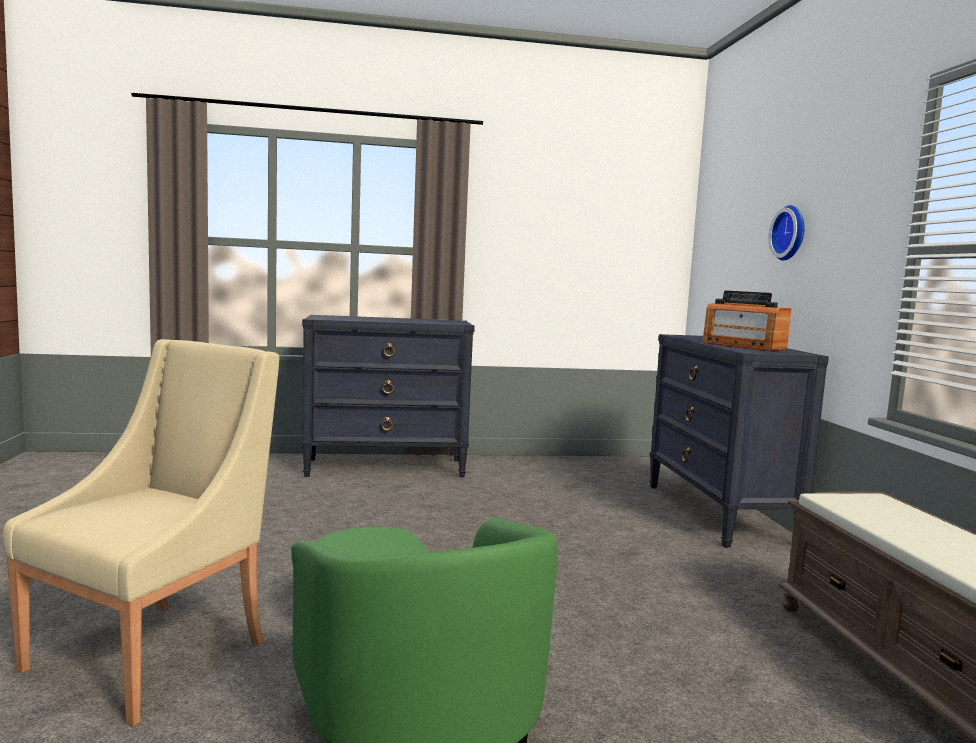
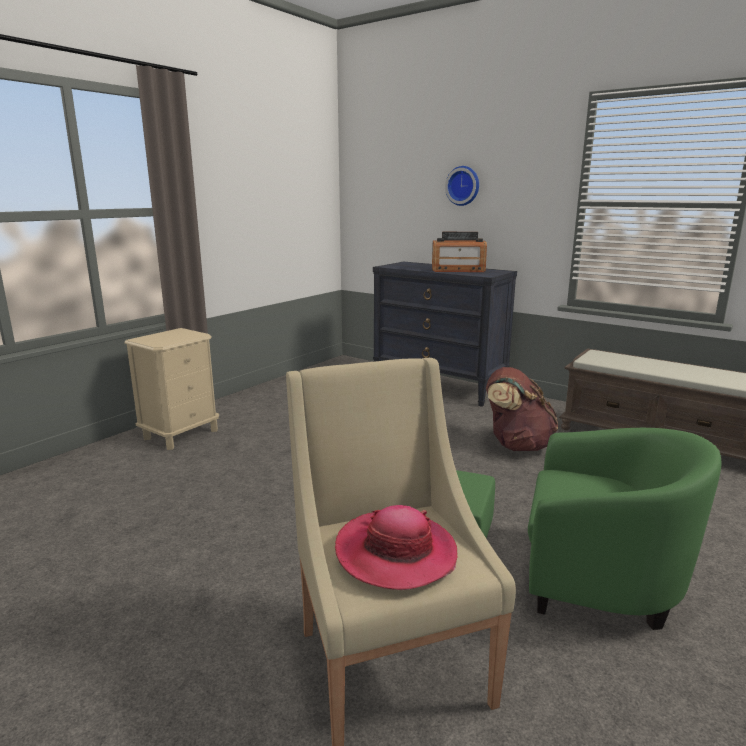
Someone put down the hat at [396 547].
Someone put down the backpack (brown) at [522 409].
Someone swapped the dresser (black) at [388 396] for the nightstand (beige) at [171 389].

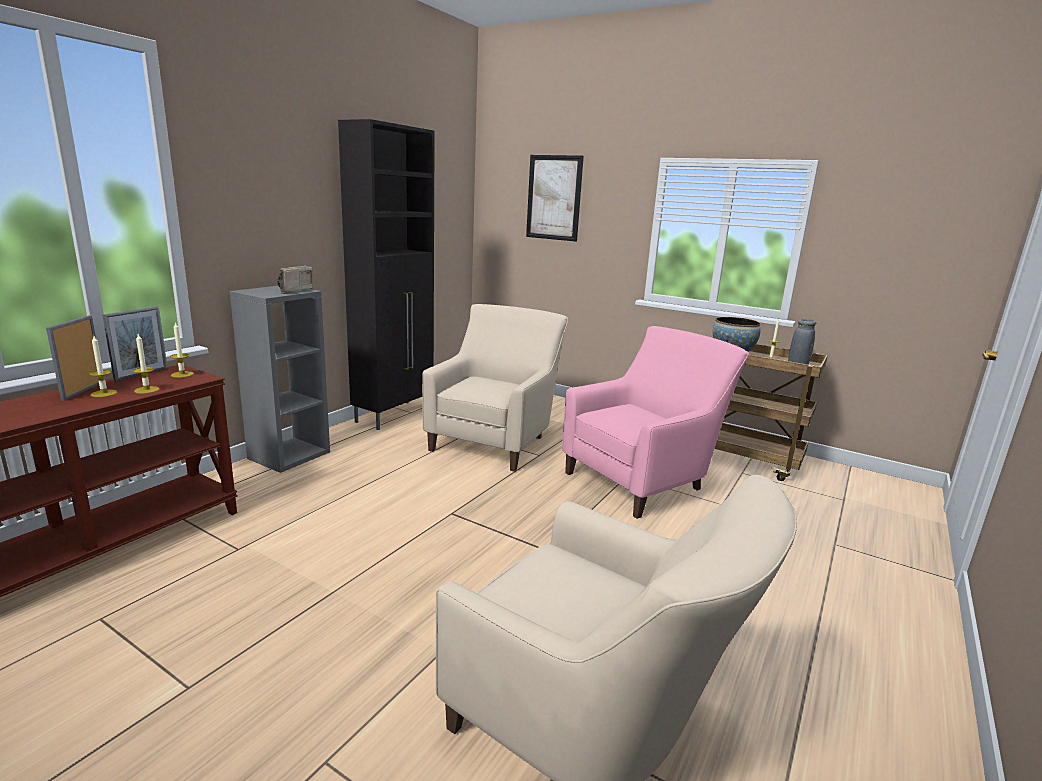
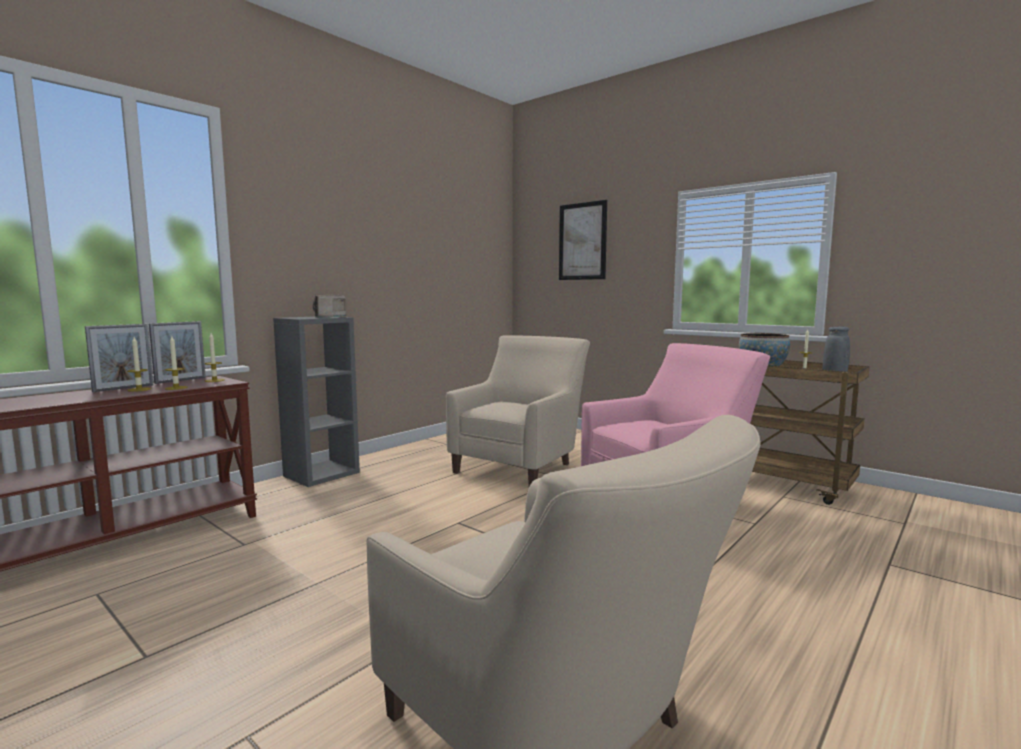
Someone took away the cabinet (black) at [386 274].
Someone rotated the picture frame at [72 358] by 150 degrees counterclockwise.

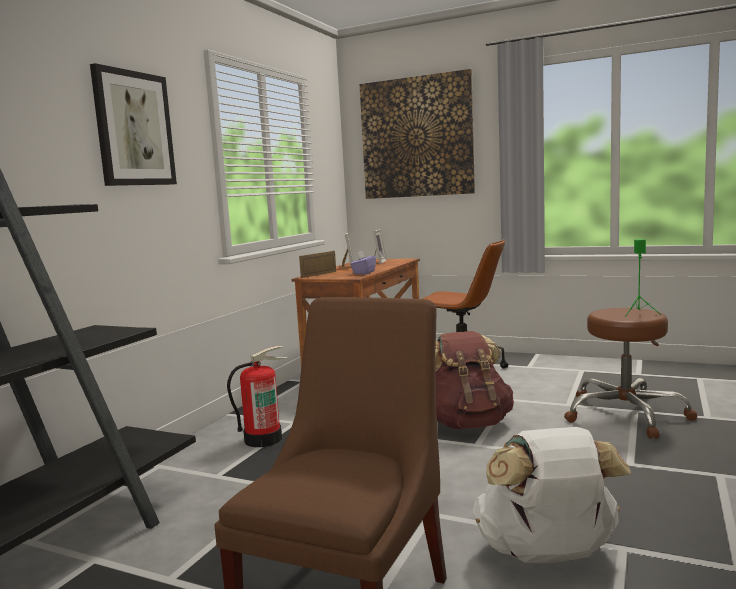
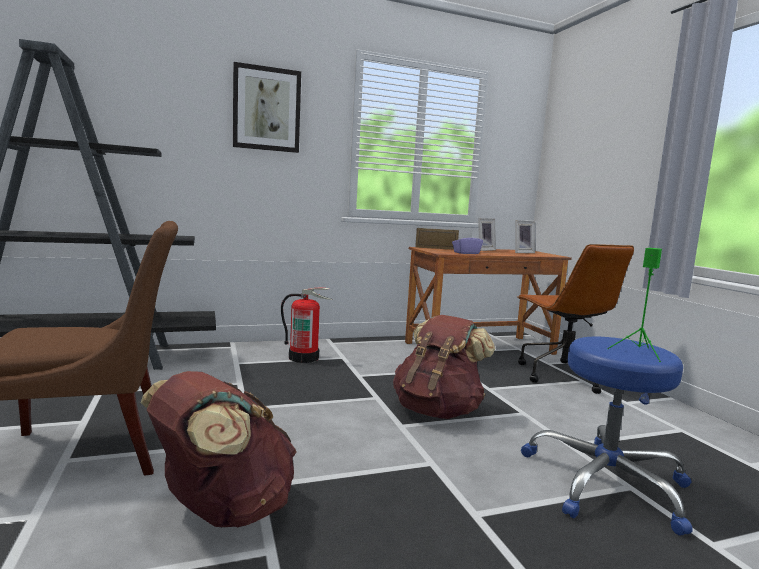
Someone took away the picture at [417 134].
Someone repainted the backpack (white) at [552 495], which became the backpack (brown) at [219 449].
Someone repainted the stool (brown) at [630 373], which became the stool (blue) at [607 436].

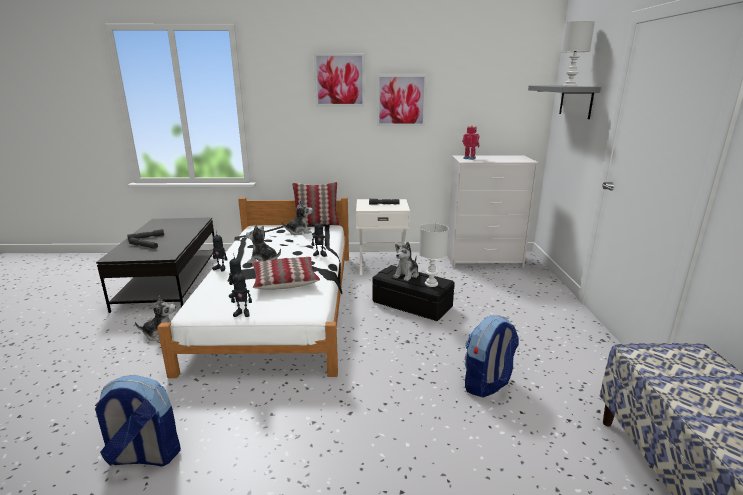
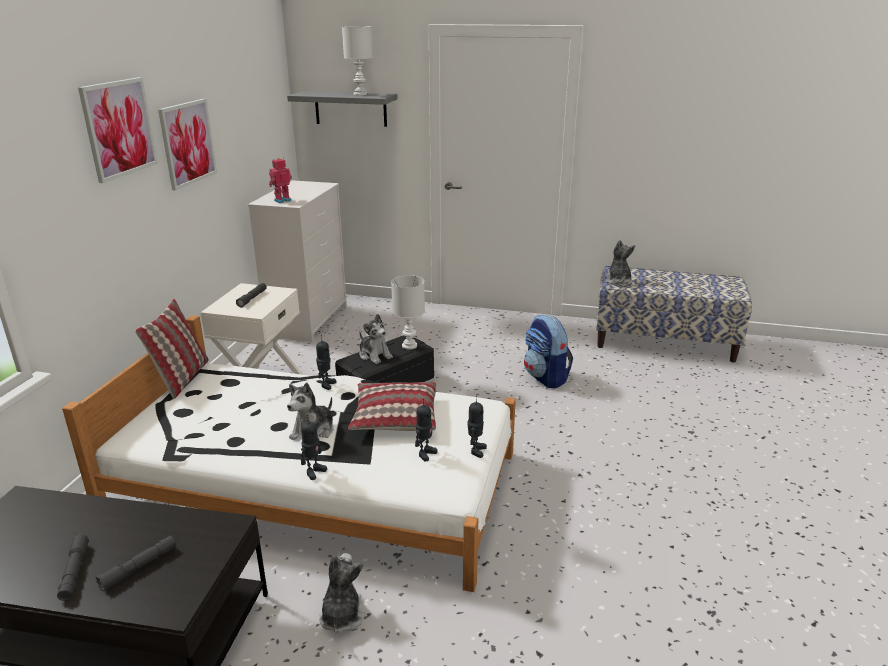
Someone took away the backpack at [138 420].
Someone carried the plush toy from [297 217] to [620 262].

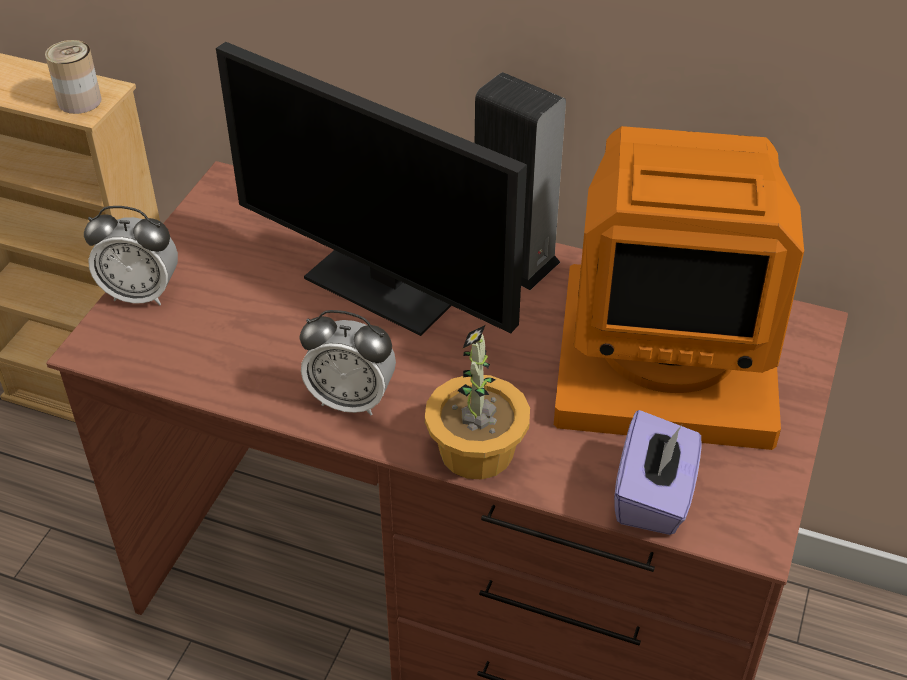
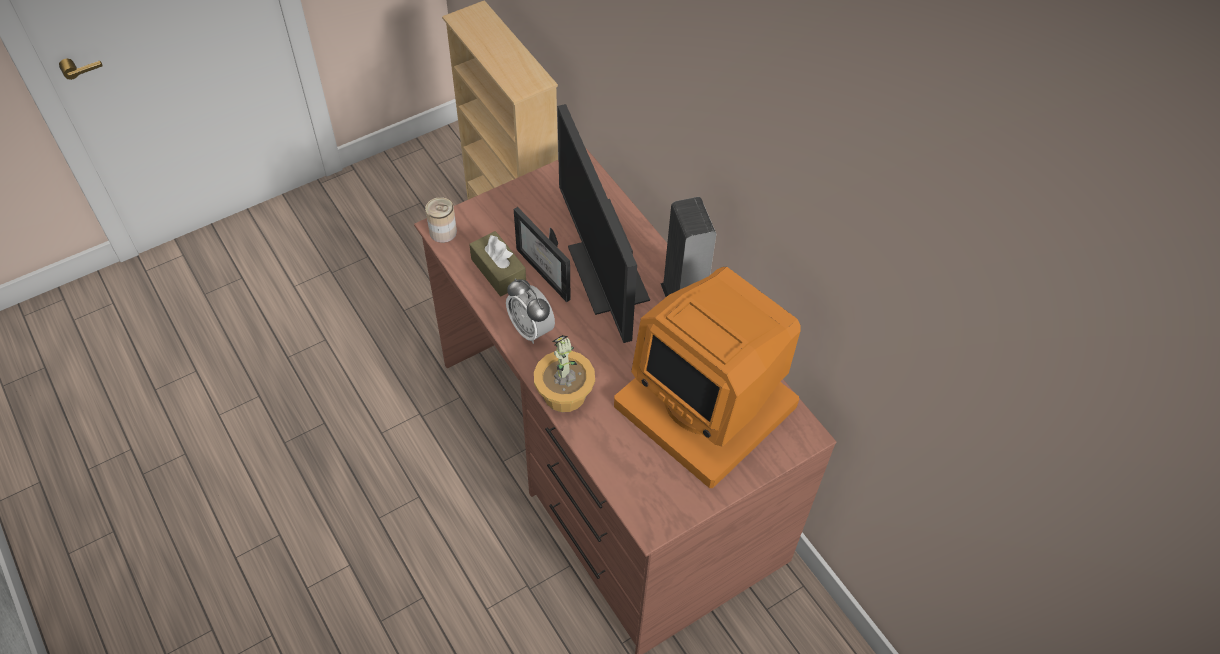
Someone took away the alarm clock at [131 255].
Someone took away the tissue box (purple) at [658 472].
Someone put down the tissue box (brown) at [497 263].
Someone put down the picture frame at [542 254].
Someone carried the can from [73 77] to [441 220].

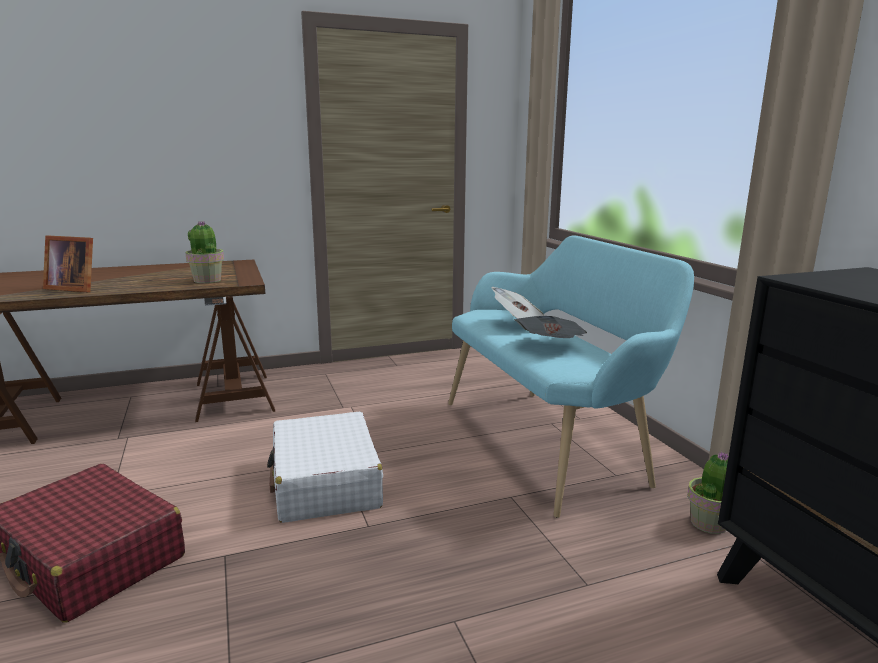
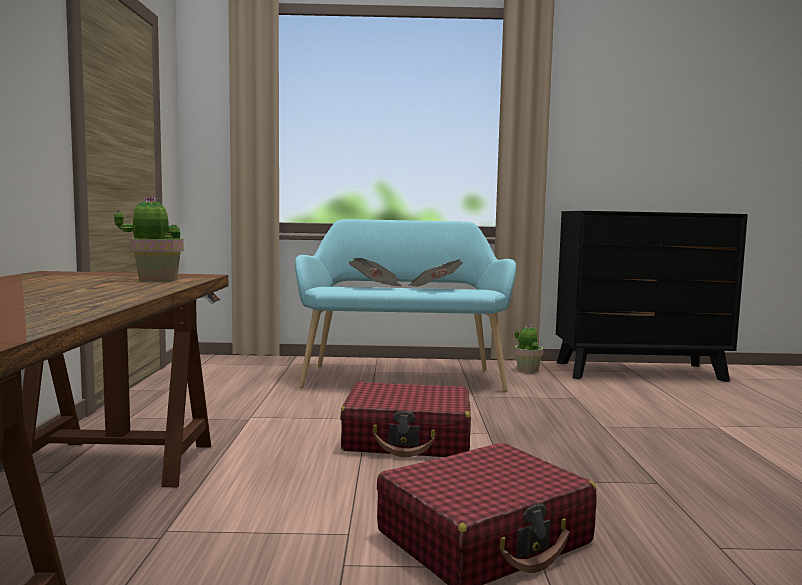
Someone took away the picture frame at [68 264].
Someone repainted the suitcase (white) at [325 467], which became the suitcase (red) at [405 419].

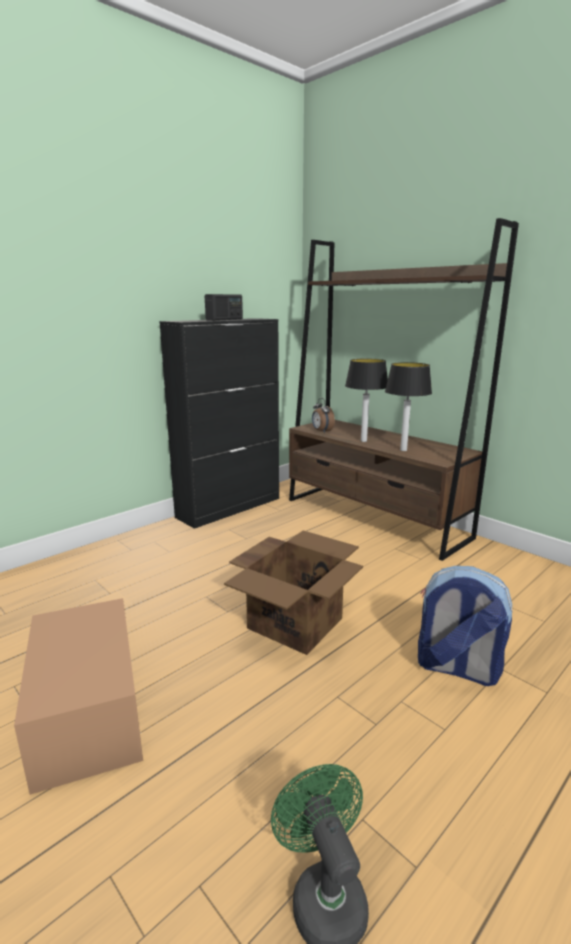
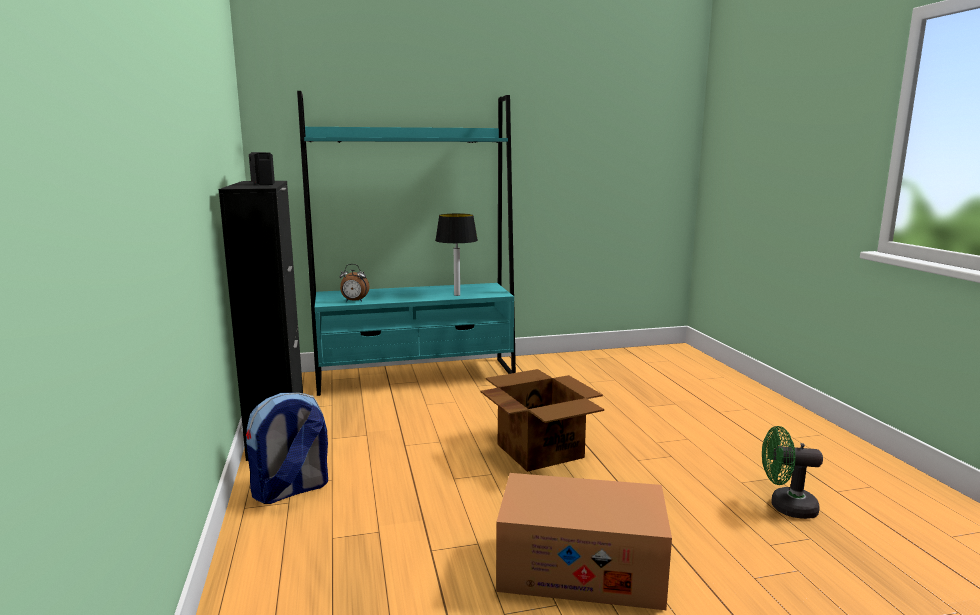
Someone took away the table lamp at [366 400].
Someone carried the backpack from [465 626] to [287 448].
Someone repainted the bookcase (brown) at [404 389], which became the bookcase (turquoise) at [406 243].

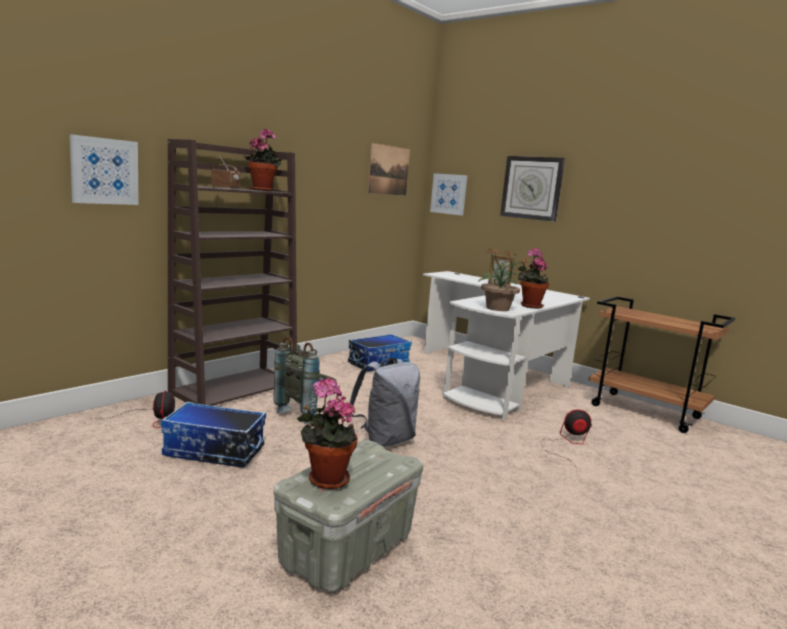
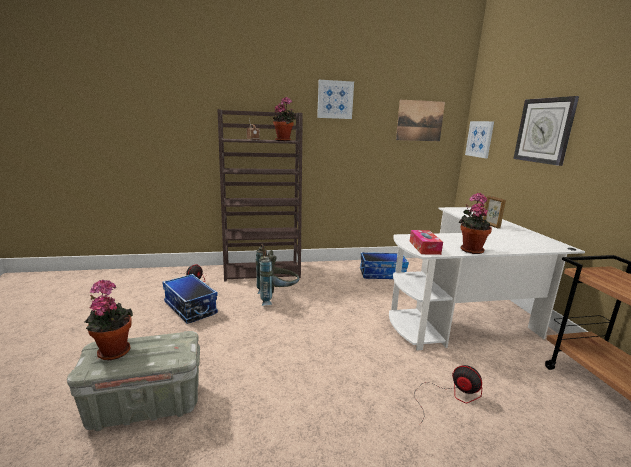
Someone took away the backpack (grey) at [385 402].
Someone carried the picture from [104 169] to [335 99].
Someone swapped the potted plant at [503 279] for the tissue box at [426 242].

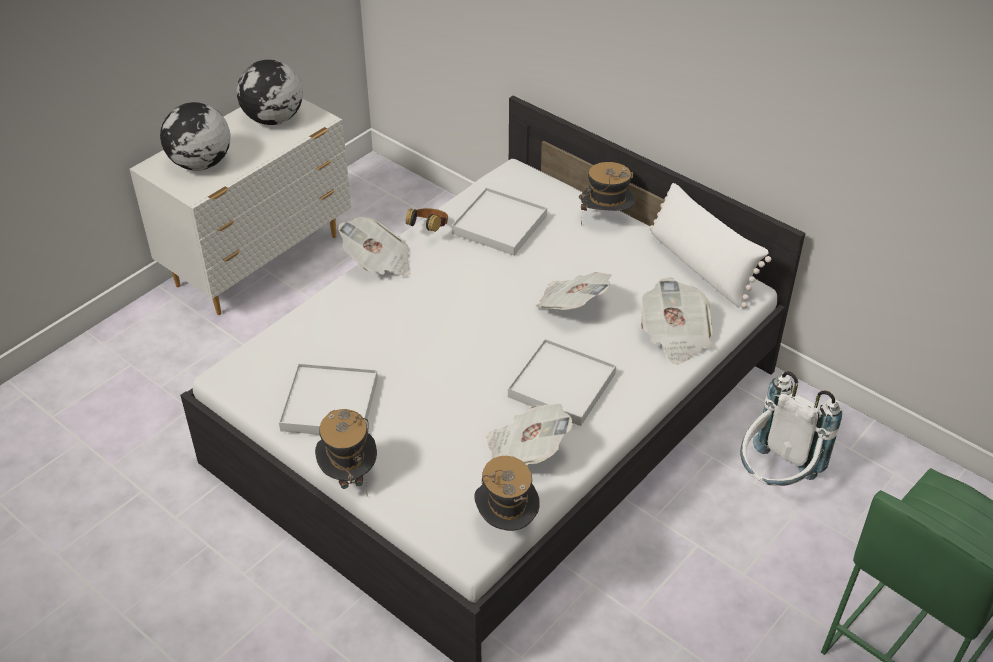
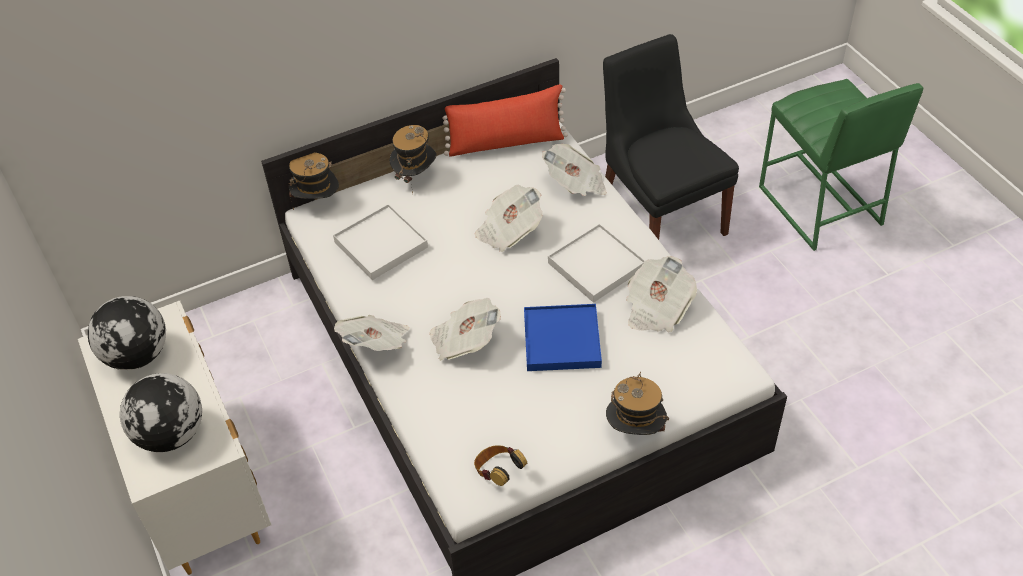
Someone took away the tray (white) at [328 399].
Someone put down the newspaper at [465 329].
Someone put down the tray (blue) at [563 337].
Someone carried the headphones from [427 220] to [500 465].
Someone carried the hat from [507 493] to [314 181].
Someone swapped the backpack (white) at [791 428] for the chair (black) at [671 137].
Someone repainted the pillow (white) at [710 246], which became the pillow (red) at [505 120].

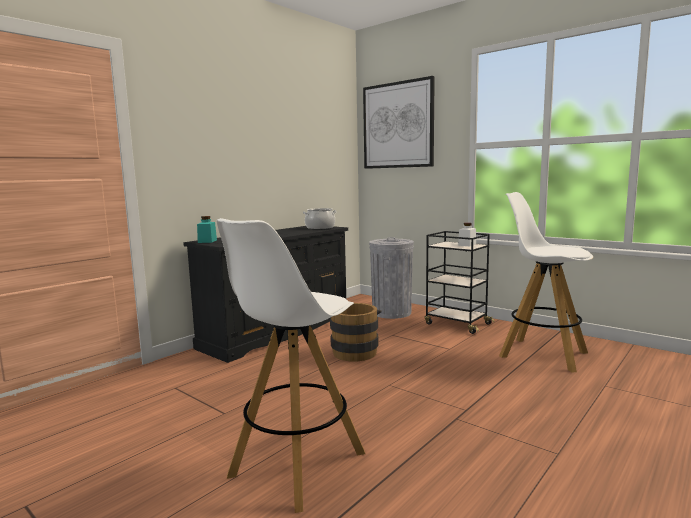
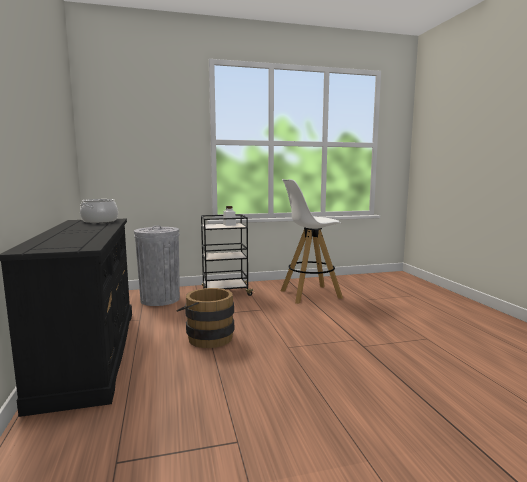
Someone took away the jar (turquoise) at [207 229].
Someone took away the stool (white) at [291 365].
Someone took away the picture at [399 122].

